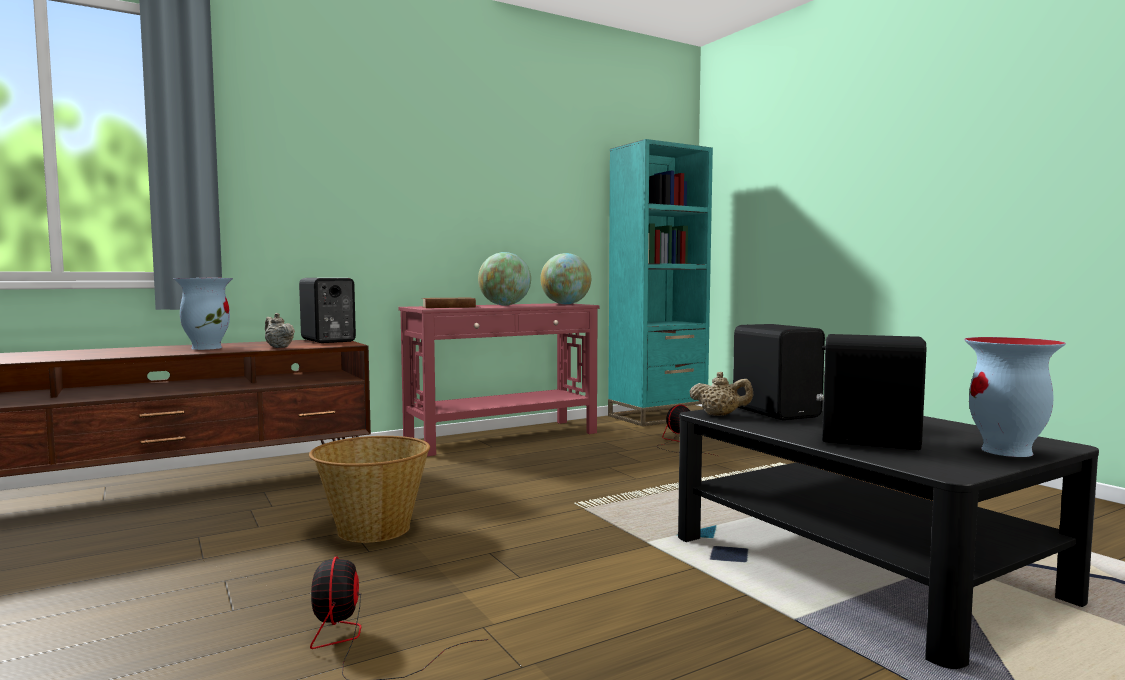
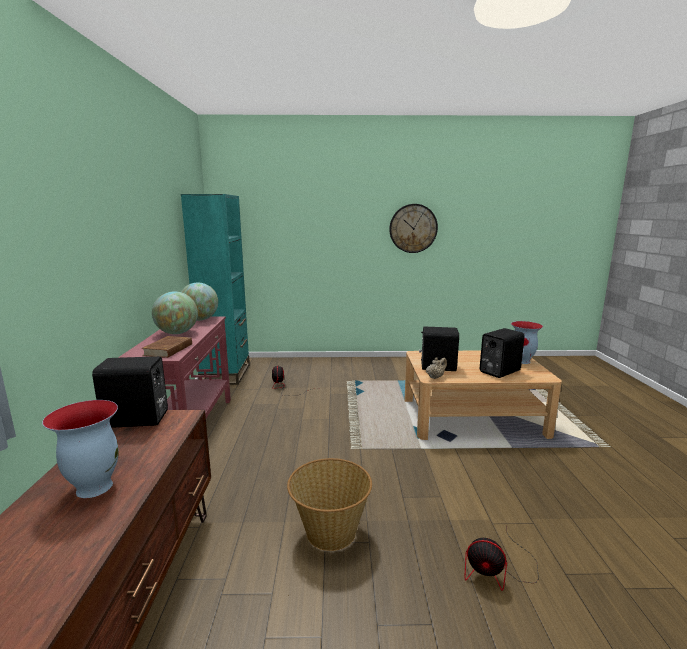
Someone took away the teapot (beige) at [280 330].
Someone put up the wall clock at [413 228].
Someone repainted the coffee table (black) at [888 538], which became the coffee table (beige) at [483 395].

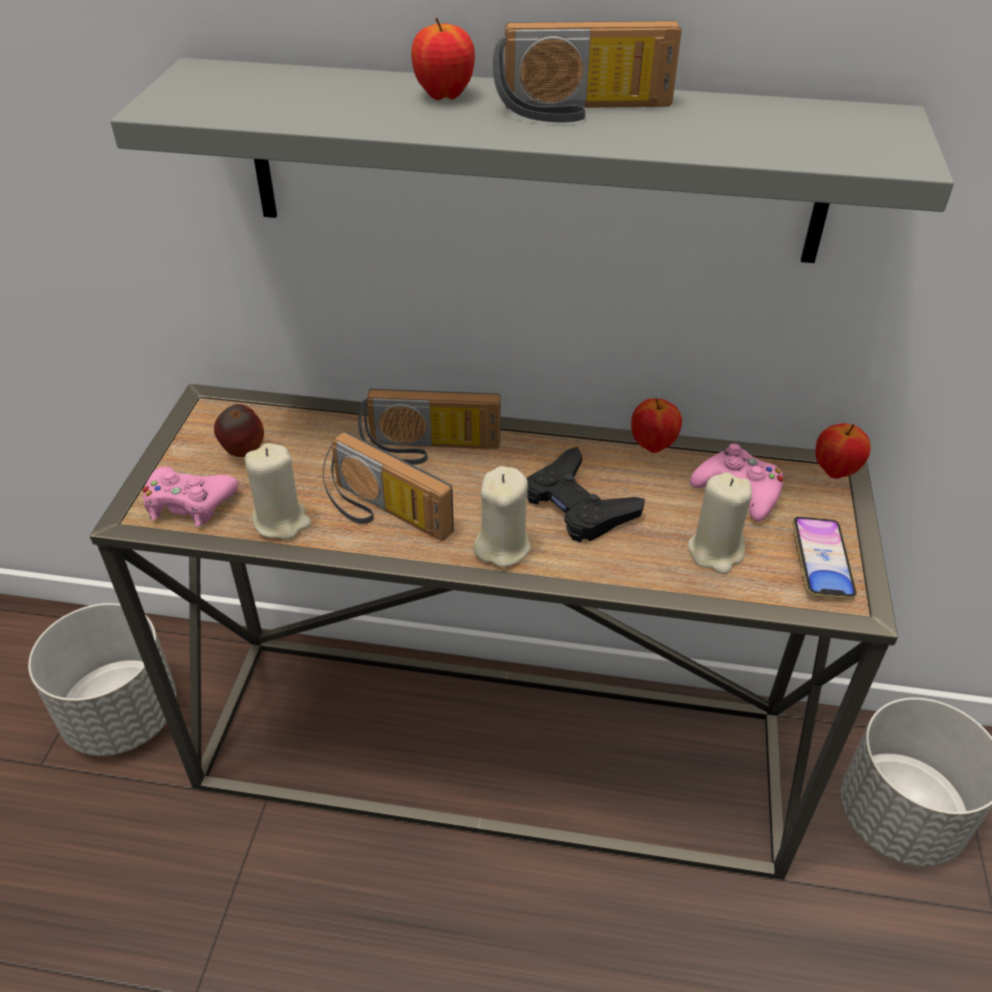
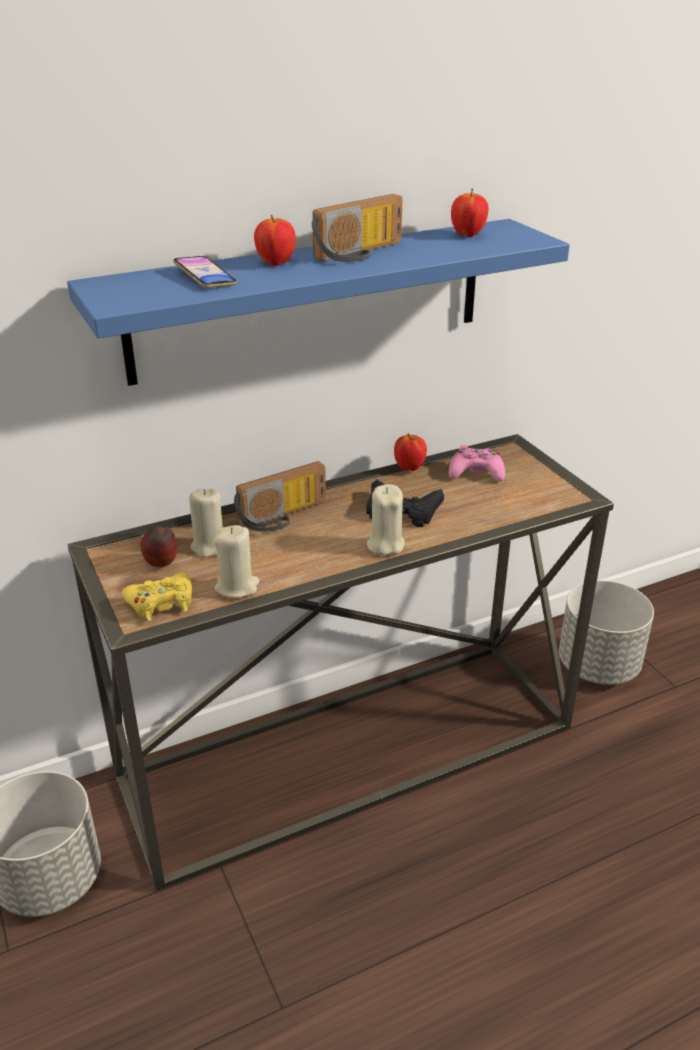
Someone took away the radio at [388 486].
Someone carried the candle (beige) from [720 523] to [206 523].
Someone carried the phone from [825 558] to [205 272].
Someone carried the apple from [843 451] to [470 212].
Someone repainted the shelf (grey) at [532 160], which became the shelf (blue) at [318 302].
Someone repainted the game controller (pink) at [190 496], which became the game controller (yellow) at [157 597].

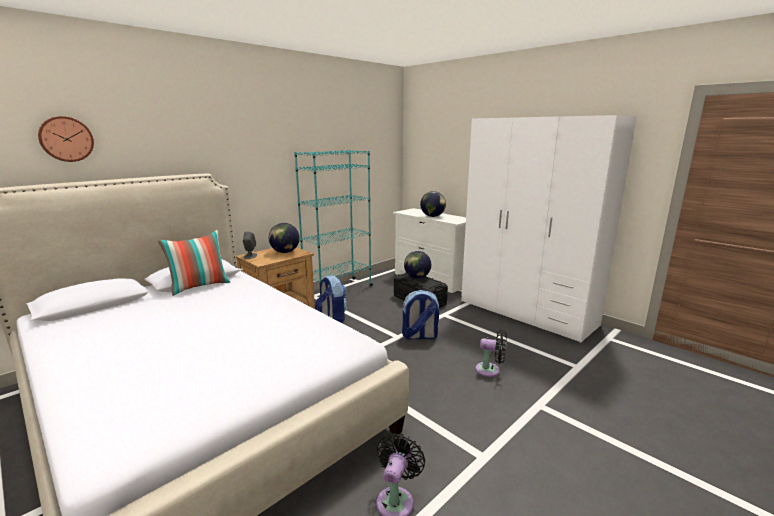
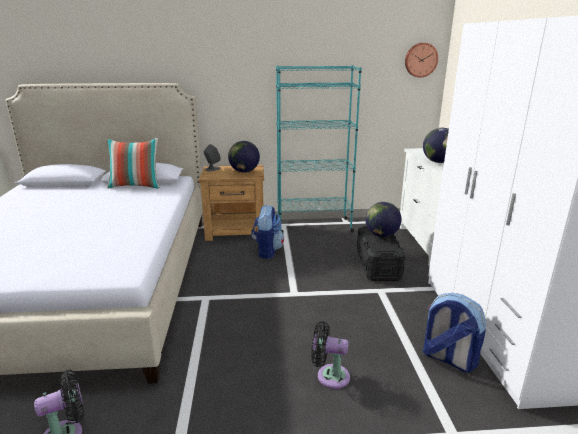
Someone carried the wall clock from [66 139] to [421 60].
Someone carried the backpack from [420 315] to [454 332].
Someone rotated the fan (black) at [491 353] by 135 degrees clockwise.

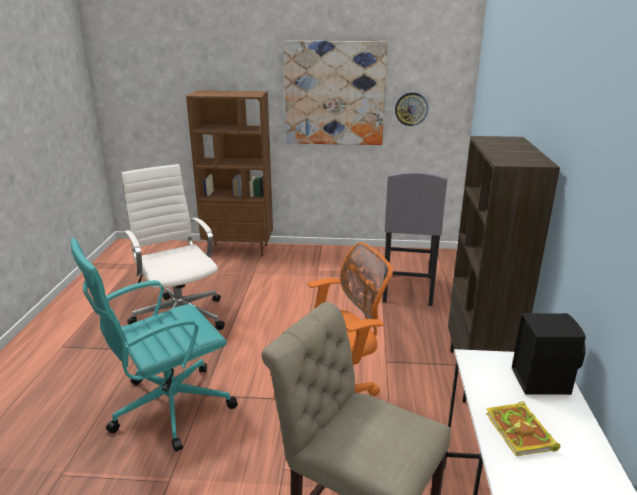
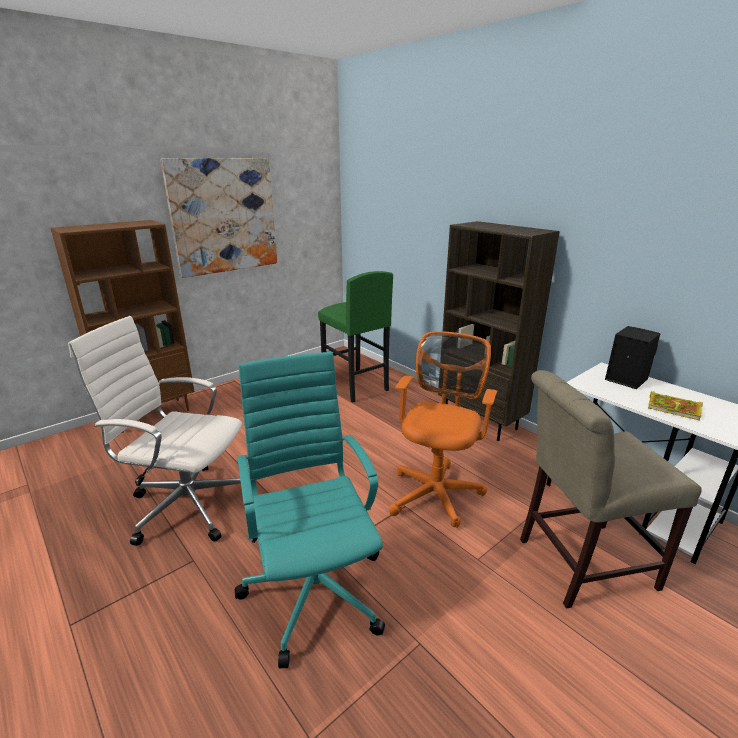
Someone took away the wall clock at [411 109].
Someone repainted the stool (grey) at [415 238], which became the stool (green) at [355 337].
Someone rotated the office chair (turquoise) at [154 345] by 150 degrees clockwise.

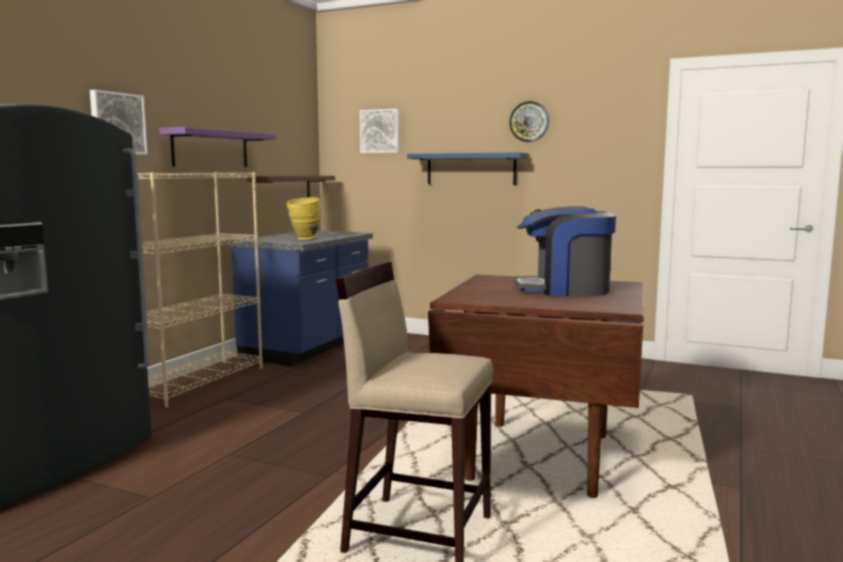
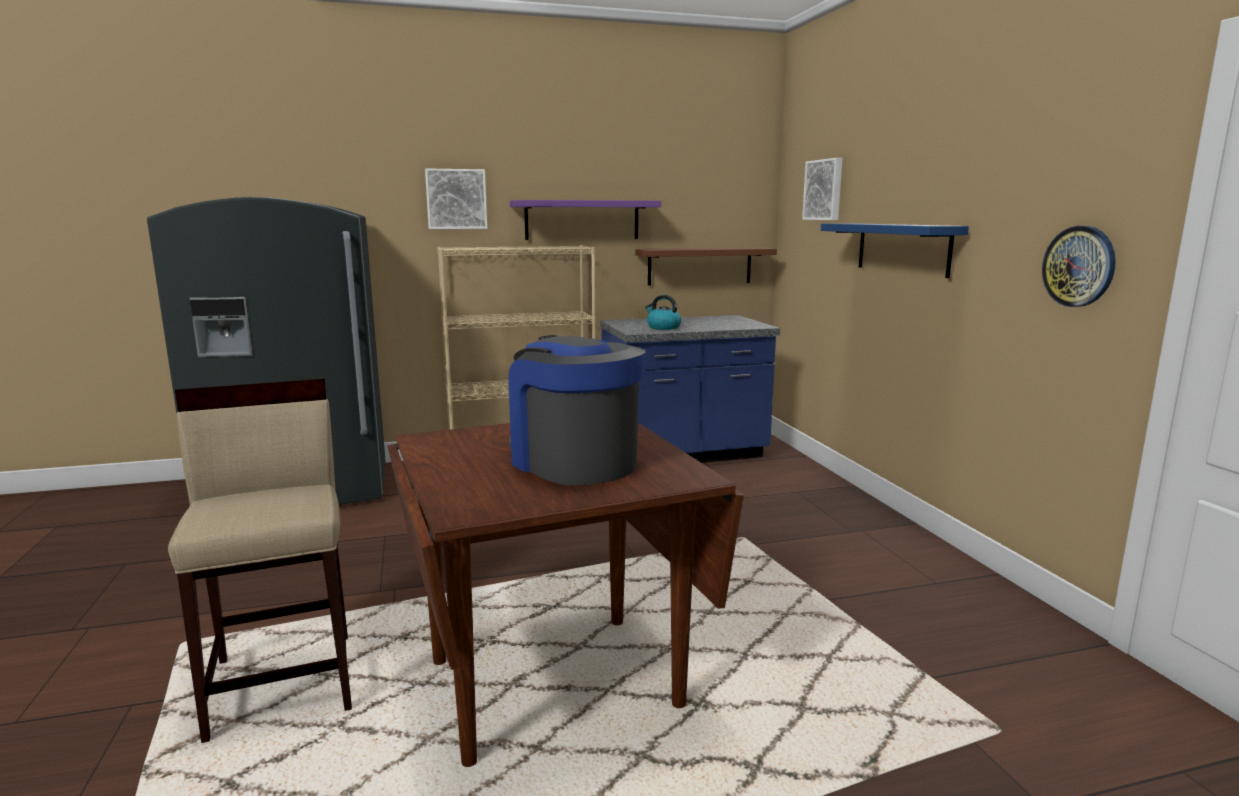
Someone carried the wall clock from [529 121] to [1079 266].
Someone swapped the vase (yellow) at [303 218] for the kettle at [663 312].

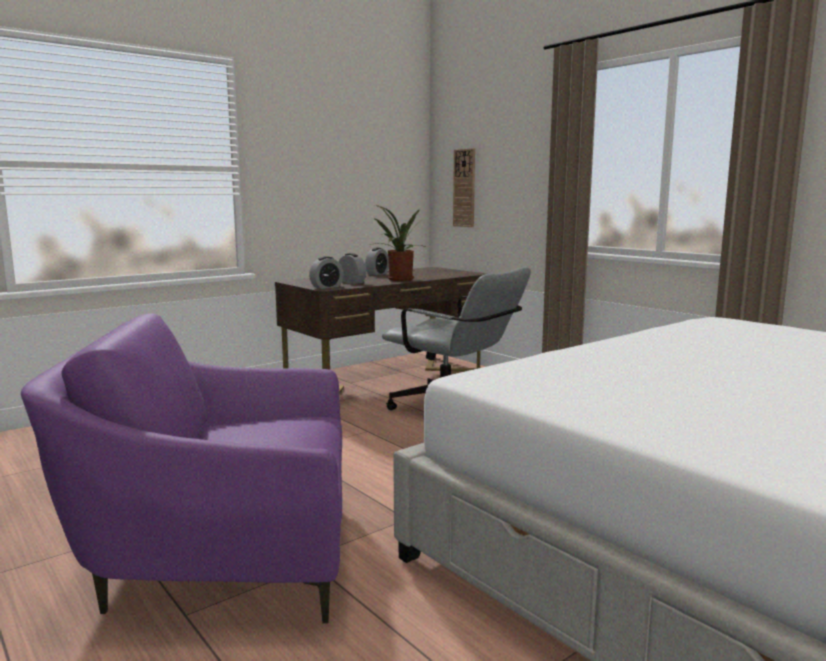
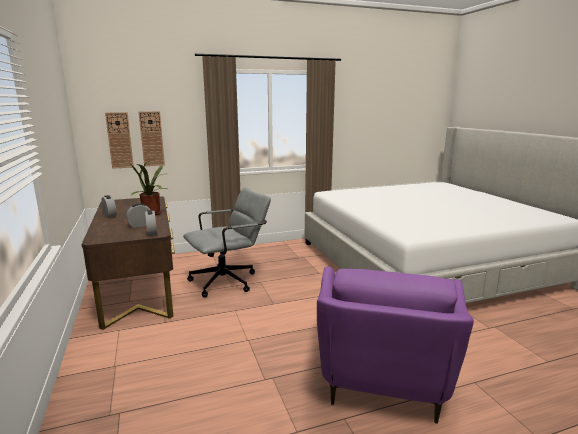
Someone put up the wall clock at [152 138].

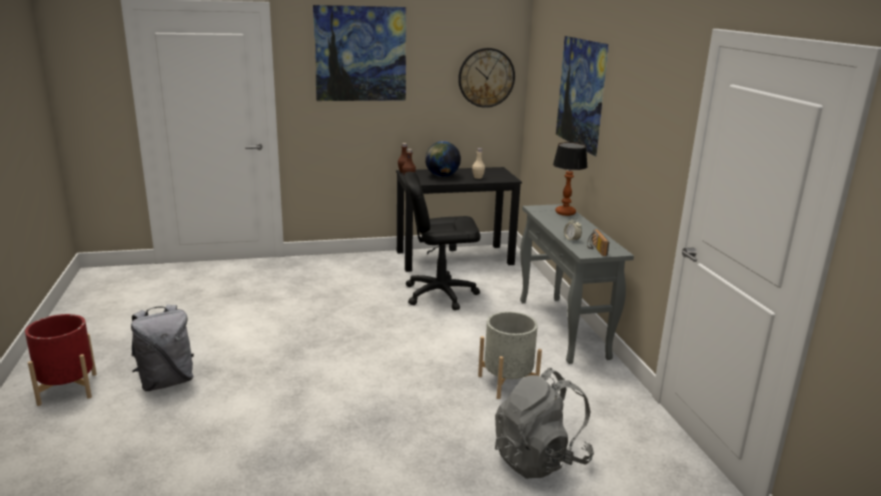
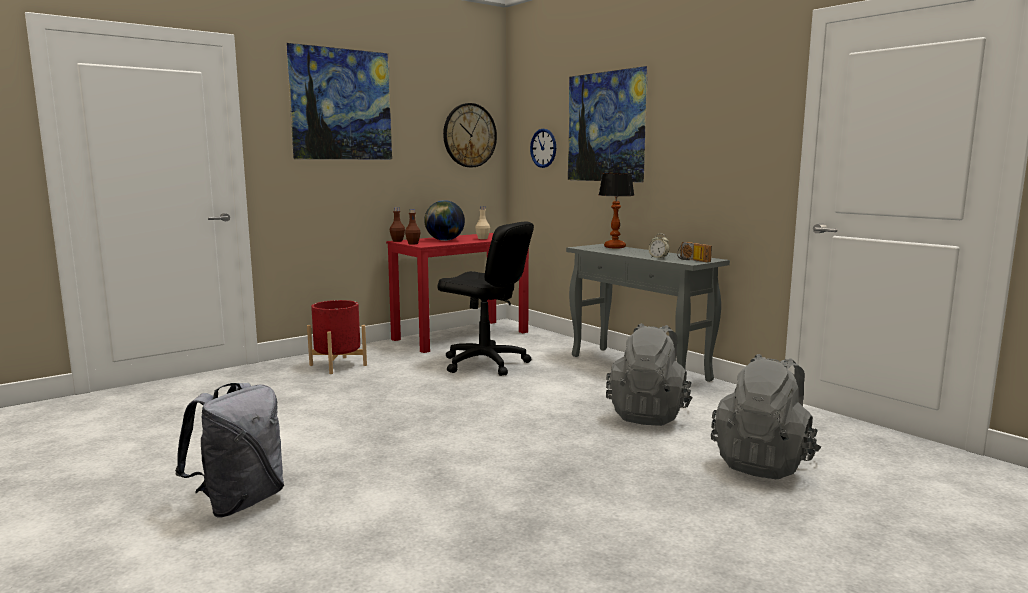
Someone put up the wall clock at [543 148].
Someone carried the planter (red) from [61 360] to [337 337].
Someone swapped the planter (grey) at [510 355] for the backpack (grey) at [649 374].
Someone repainted the desk (black) at [459 219], which became the desk (red) at [457 293].
Someone rotated the office chair (black) at [442 241] by 120 degrees counterclockwise.

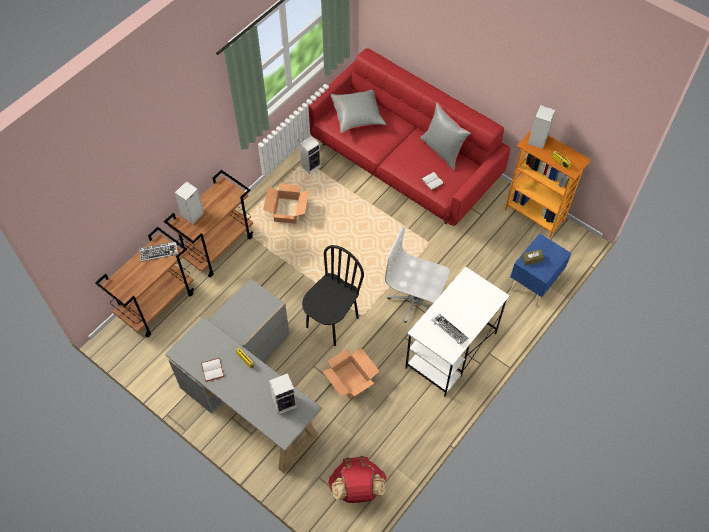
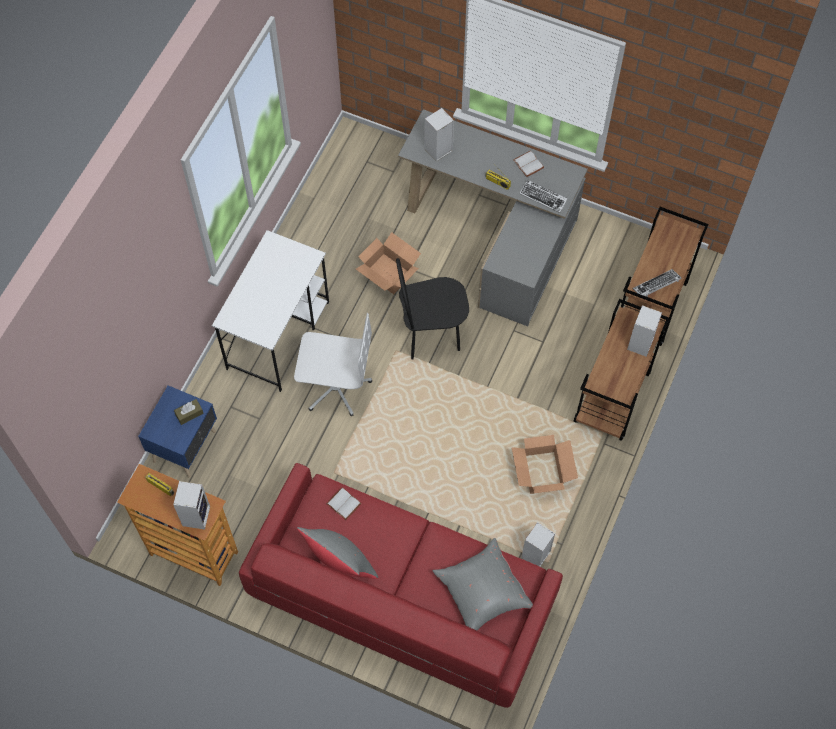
Someone took away the backpack (red) at [357 479].
Someone carried the keyboard from [450 329] to [544 196].
Someone rotated the chair (black) at [333 295] by 60 degrees clockwise.

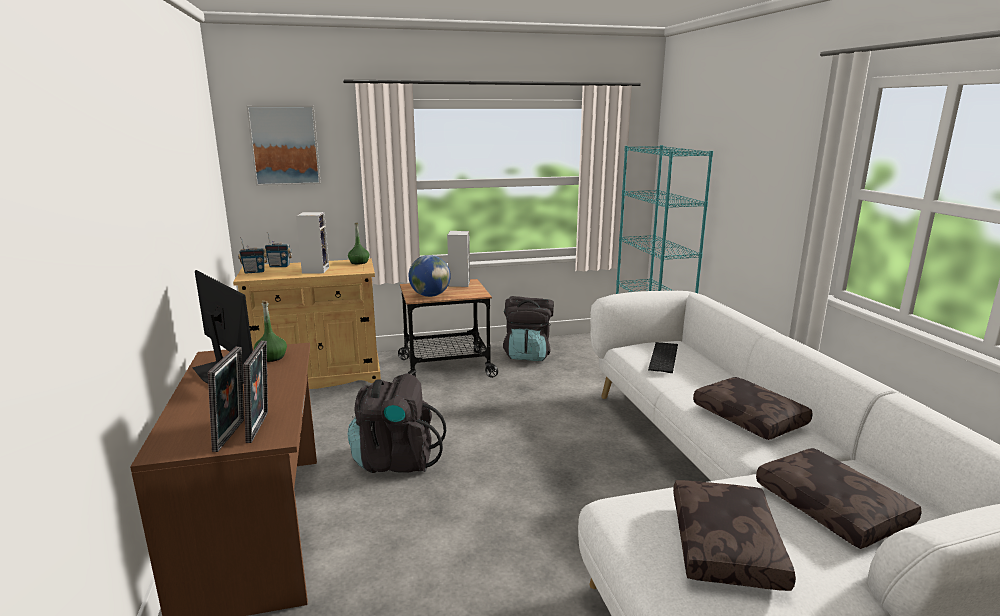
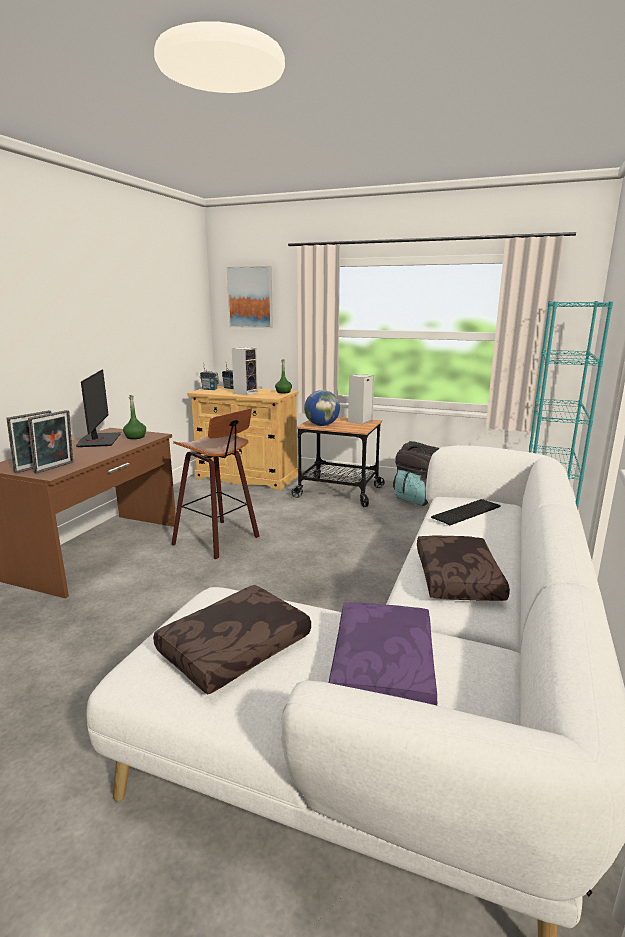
Someone swapped the backpack (black) at [397 423] for the stool at [215 483].
Someone repainted the pillow (brown) at [839 498], which became the pillow (purple) at [383 653].

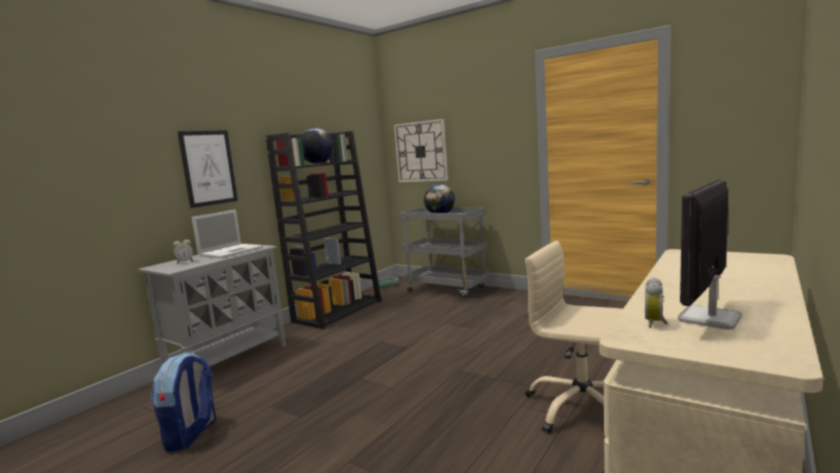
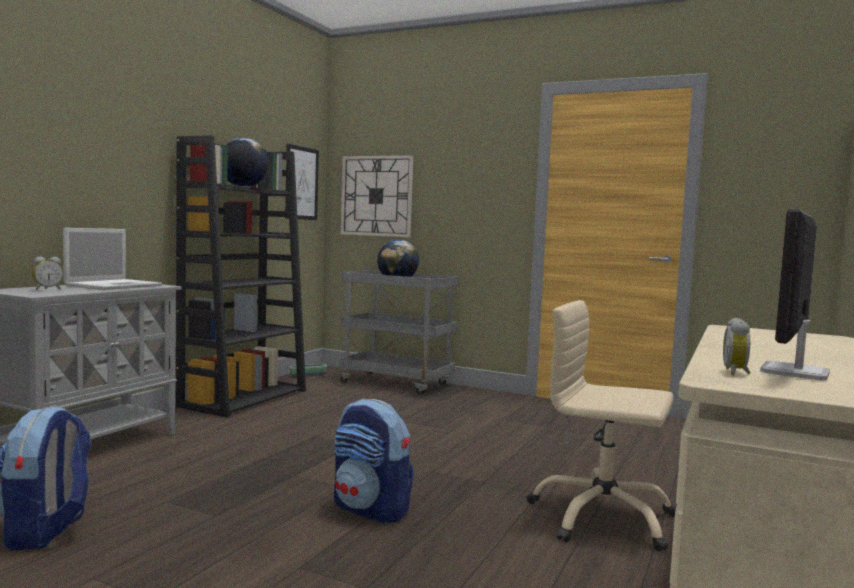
Someone put down the backpack at [374 461].
Someone carried the picture from [208 169] to [302 182].

